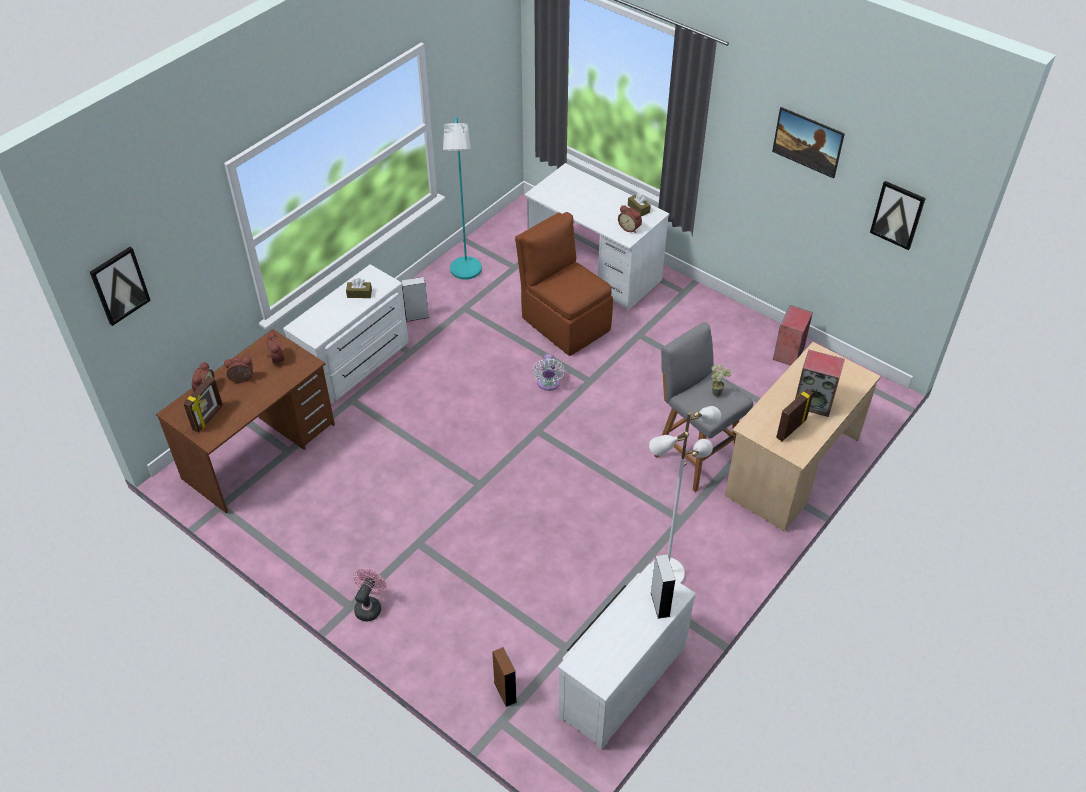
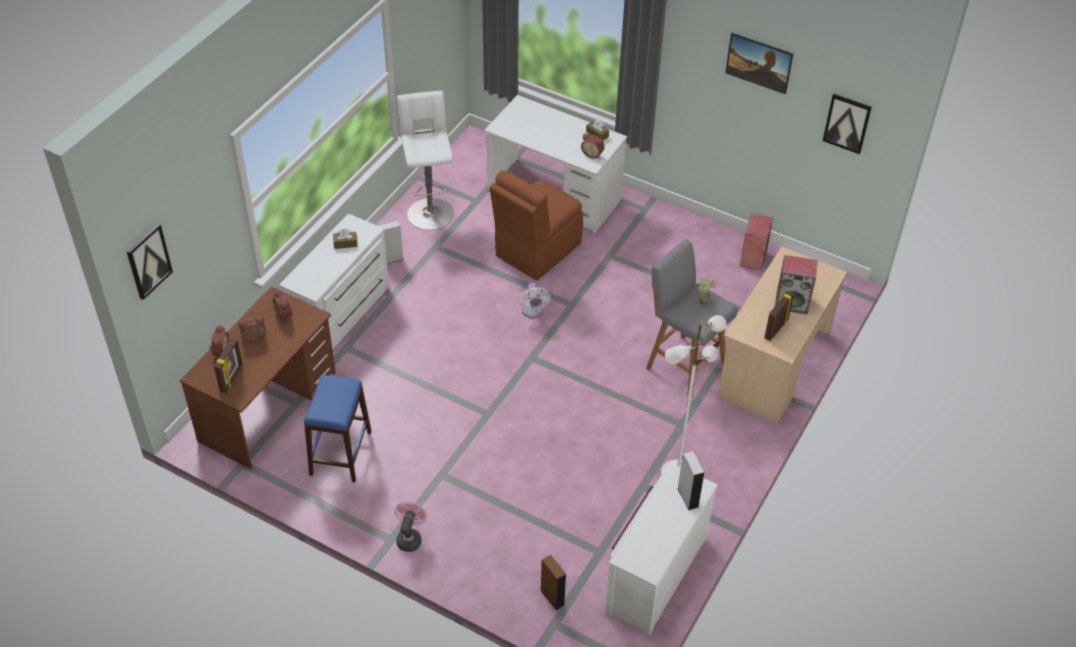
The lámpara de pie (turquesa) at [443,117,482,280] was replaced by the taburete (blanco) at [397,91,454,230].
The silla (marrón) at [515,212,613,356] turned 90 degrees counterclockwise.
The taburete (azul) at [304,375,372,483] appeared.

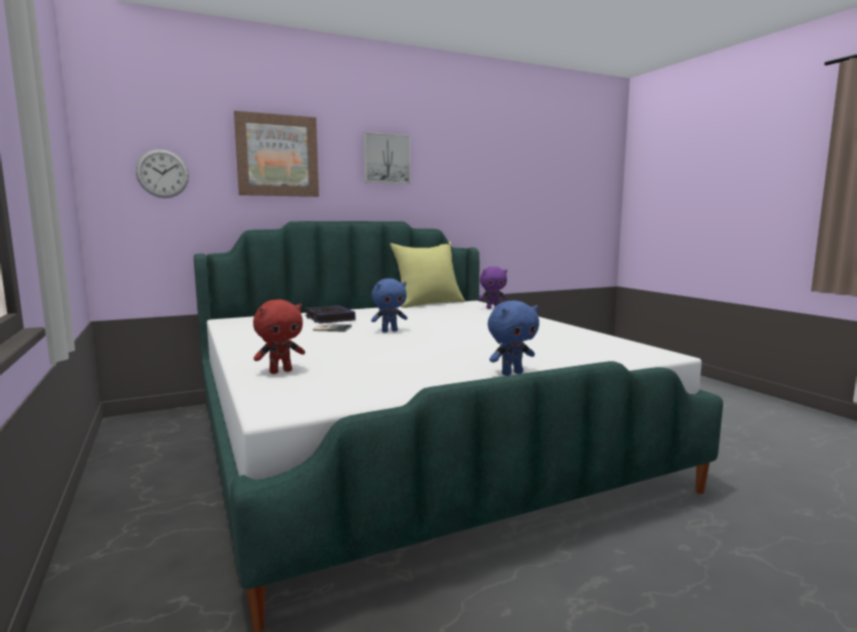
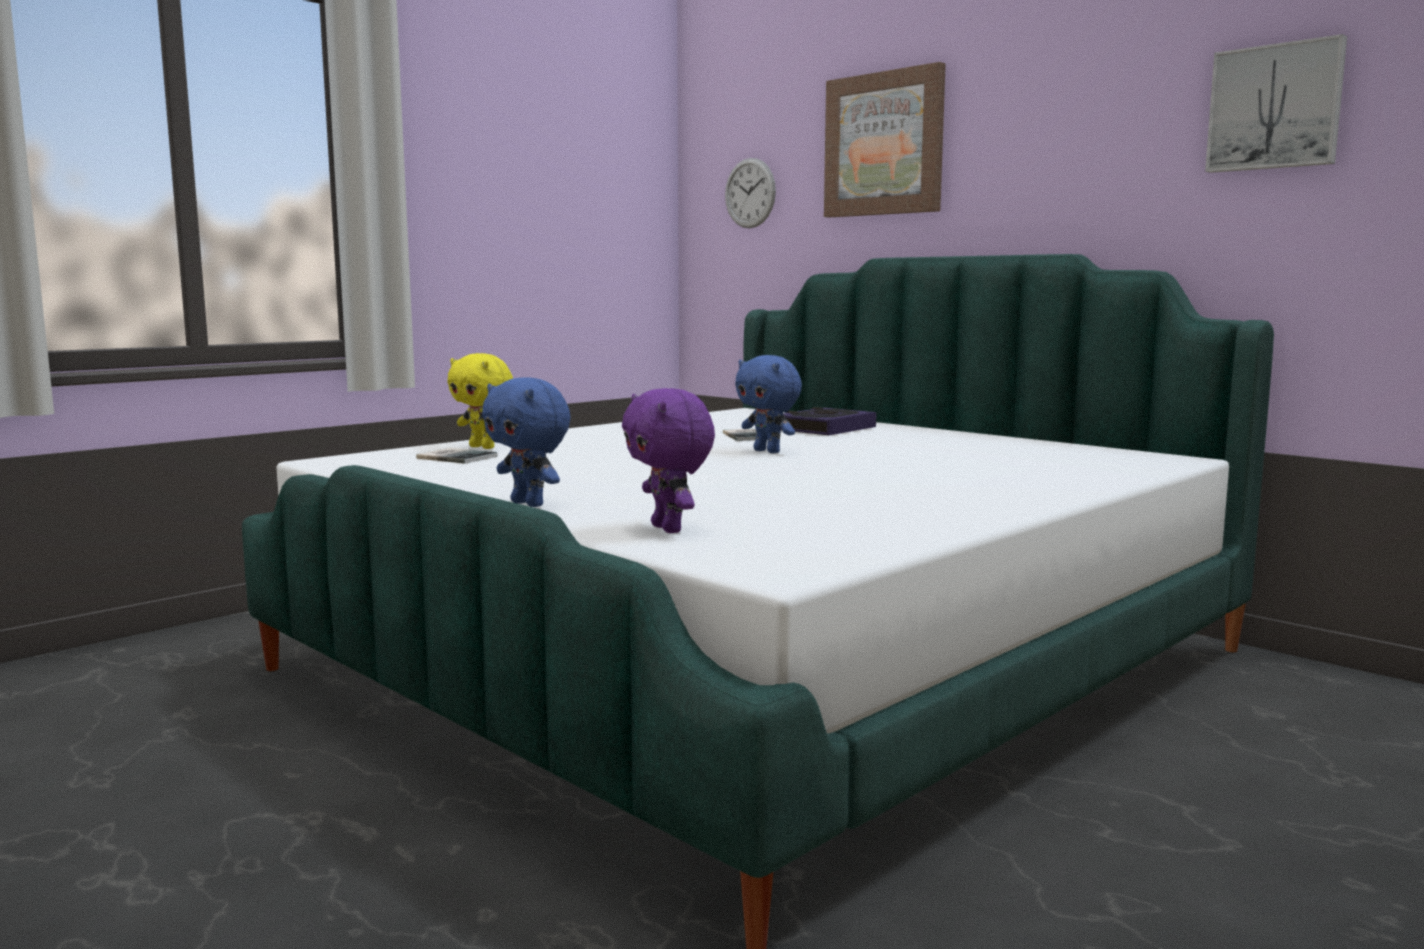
The cuadro moved from [363,132,411,184] to [1205,34,1347,173].
The cojín (amarillo) at [390,242,465,308] disappeared.
The peluche (morado) moved from [478,266,508,309] to [622,388,715,533].
The peluche (rojo) at [253,300,305,374] became the peluche (amarillo) at [447,353,513,449].
The libro at [416,448,498,464] appeared.

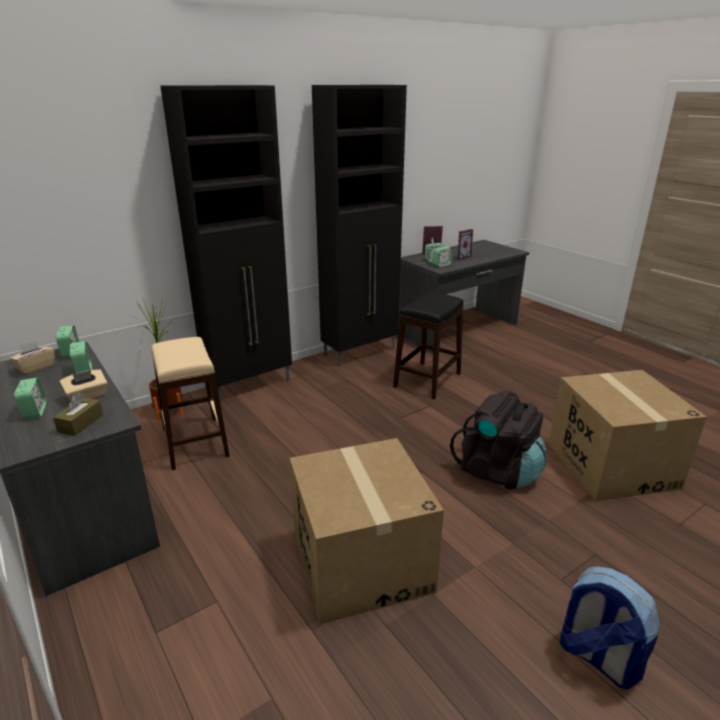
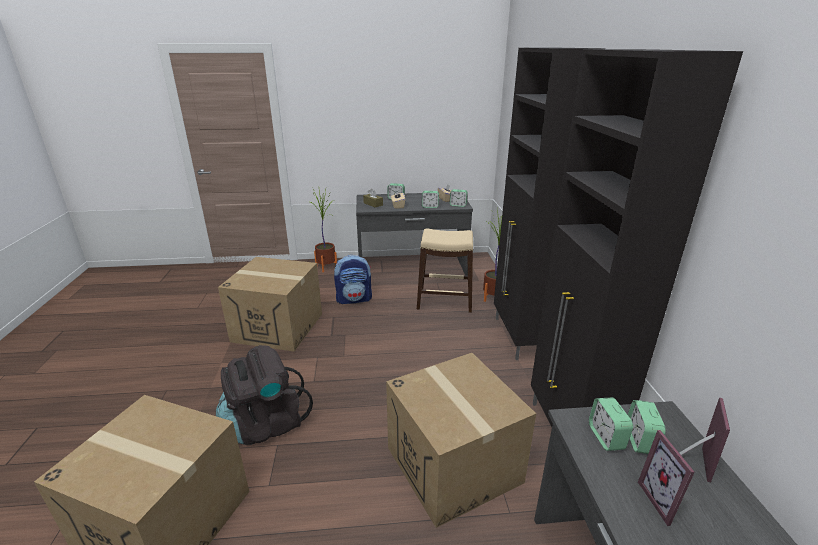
The taburete (negro) at [393,292,464,400] was replaced by the caja de cartón at [386,353,536,528].
The mochila moved from [560,566,660,689] to [334,255,372,304].
The planta en maceta at [308,189,337,272] appeared.

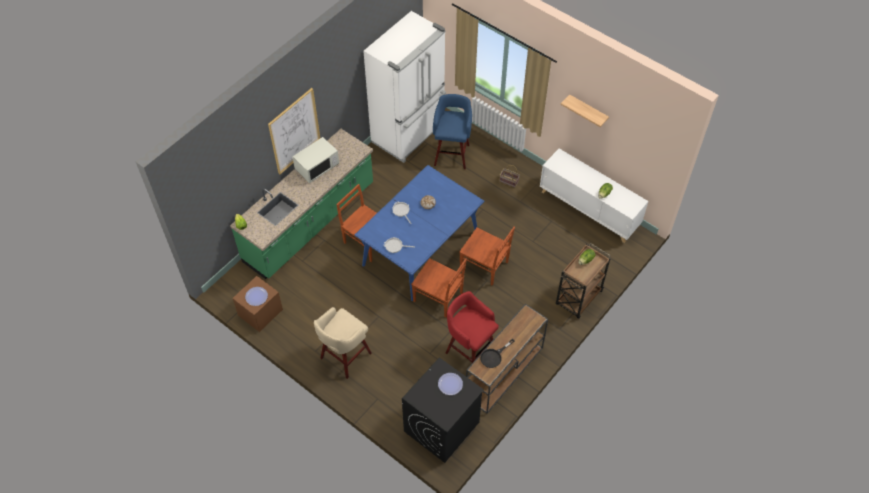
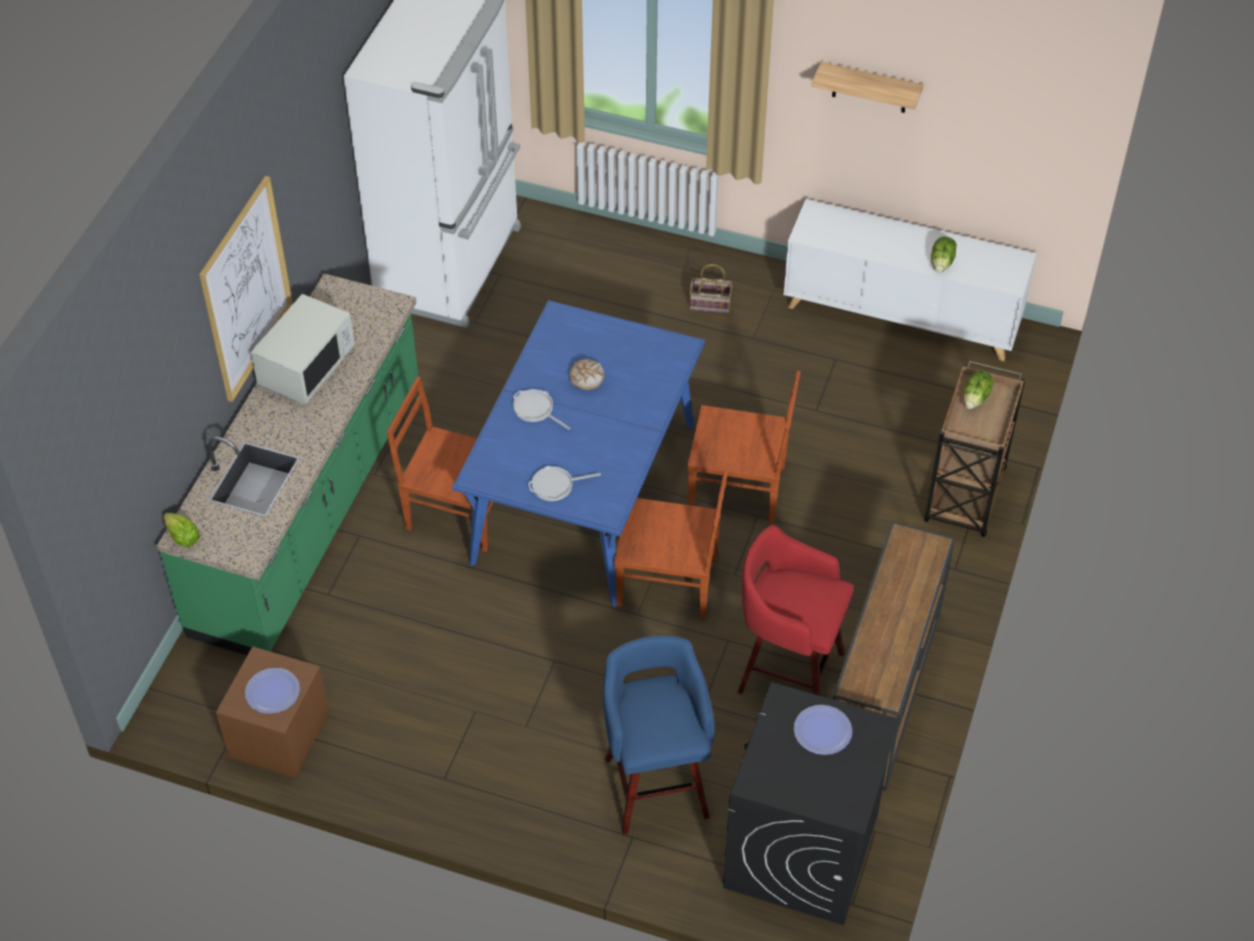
The taburete (azul) moved from [433,94,472,169] to [603,636,715,834].
The taburete (beis) at [314,307,372,379] disappeared.
The sartén (negro) at [480,339,514,368] disappeared.

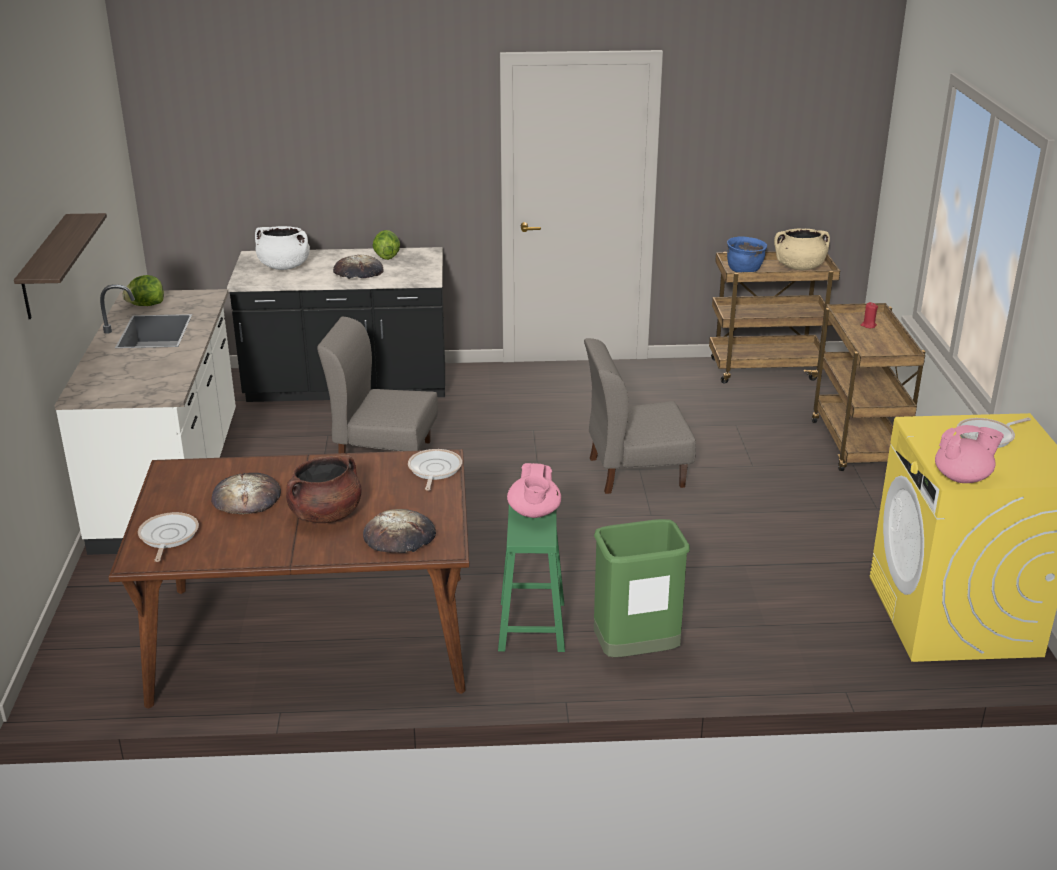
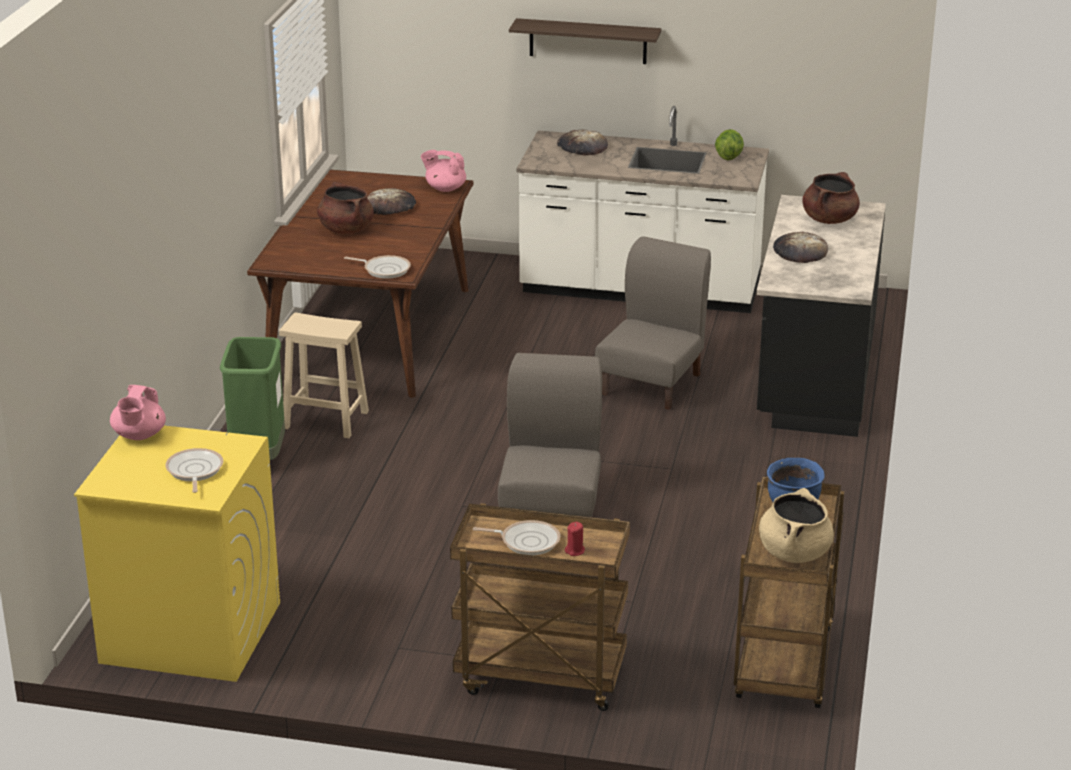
The olla (blanco) at [255,226,310,270] became the olla (marrón) at [802,172,860,224].
The lechuga at [373,230,400,260] disappeared.
The tetera (rosa) moved from [507,463,561,518] to [421,150,466,192].
The taburete (verde) at [498,505,565,652] became the taburete (beis) at [279,313,369,438].
The pan moved from [363,509,436,553] to [557,129,608,156].
The sartén moved from [138,512,199,562] to [473,520,560,555].

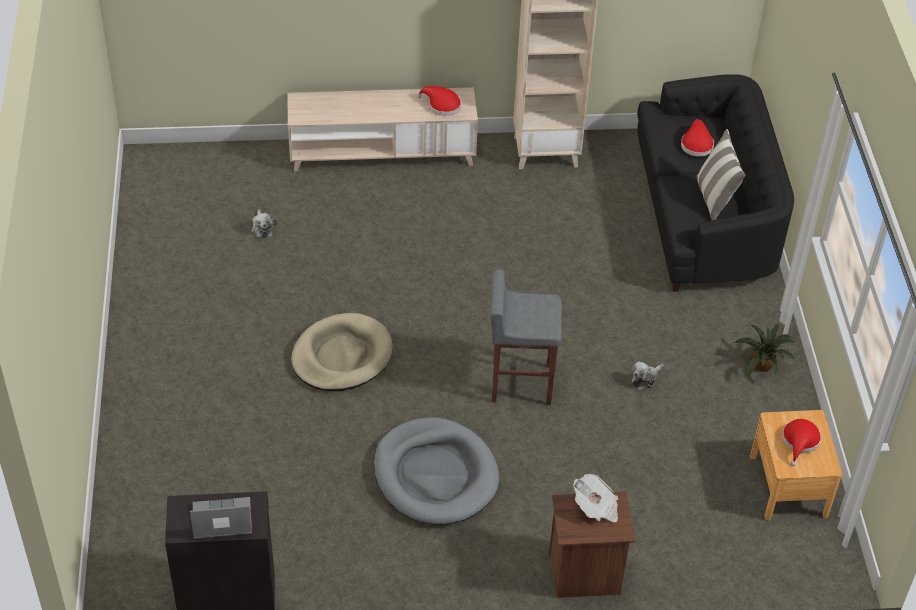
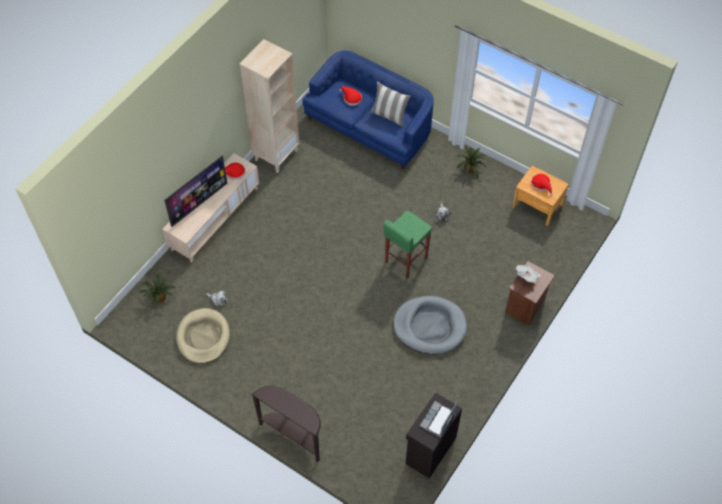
The sofá (negro) at [637,74,794,292] became the sofá (azul) at [302,51,434,169].
The taburete (gris) at [490,269,562,405] became the taburete (verde) at [383,210,432,278].
The cama para perro (beis) moved from [291,313,393,391] to [176,308,230,364].
The televisor at [164,155,228,227] appeared.
The planta en maceta at [140,275,176,309] appeared.
The mesa consola (marrón) at [252,386,321,462] appeared.

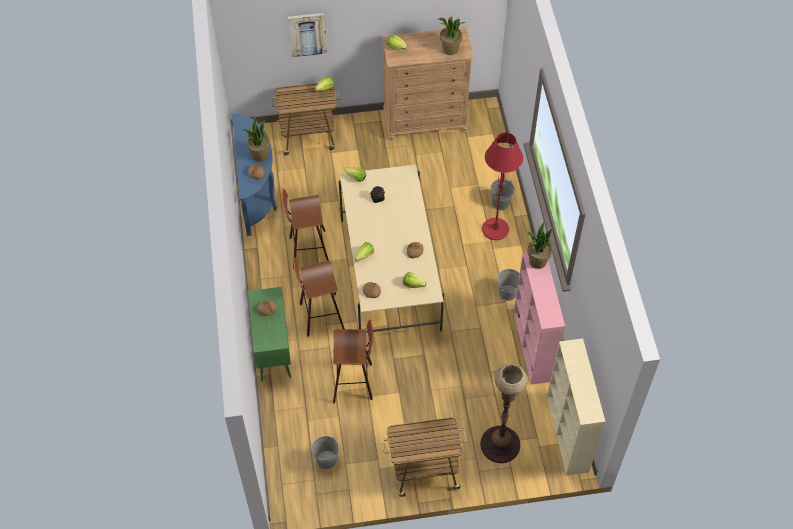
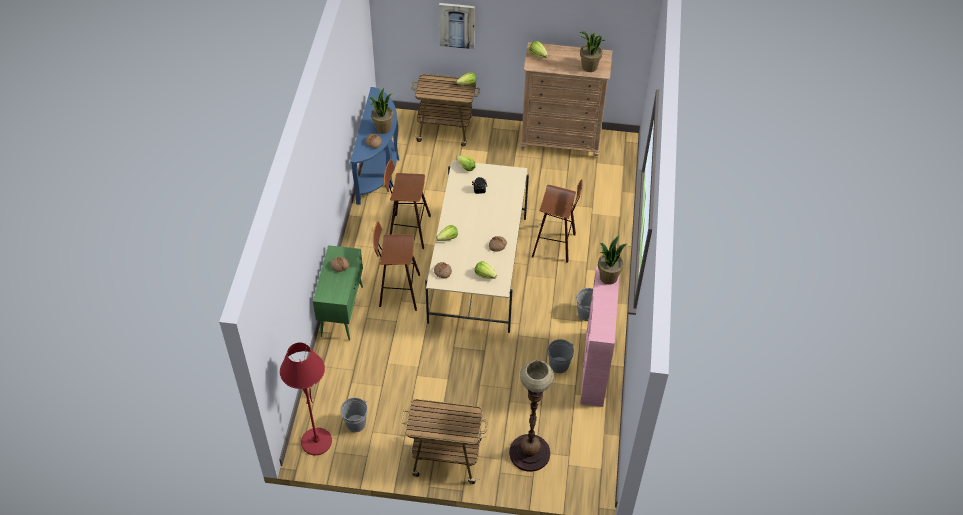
The lámpara de pie (rojo) moved from [482,132,523,240] to [280,342,332,455].
The cubo (gris) moved from [491,179,514,210] to [547,339,574,373].
The taburete moved from [333,319,373,404] to [532,179,583,263].
The estantería (beis) at [547,338,605,475] disappeared.

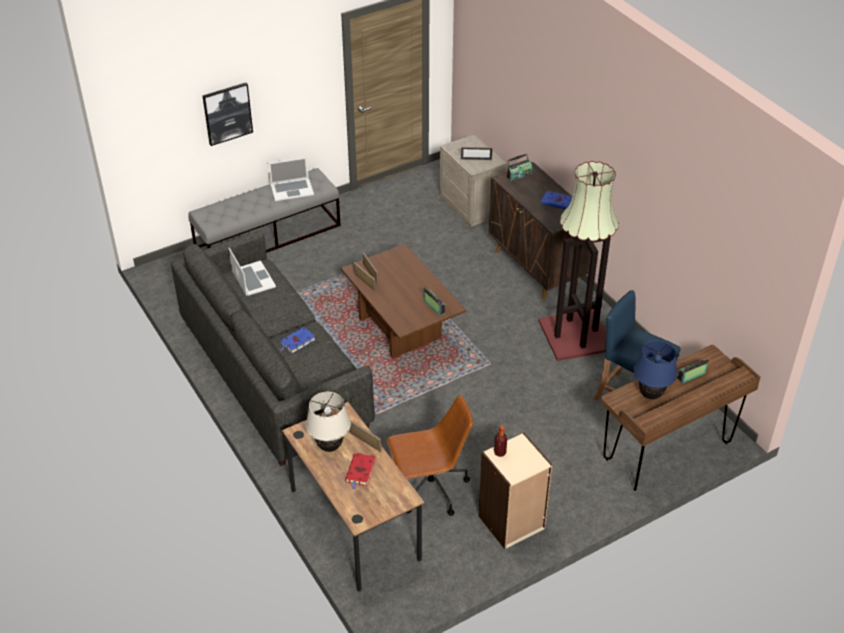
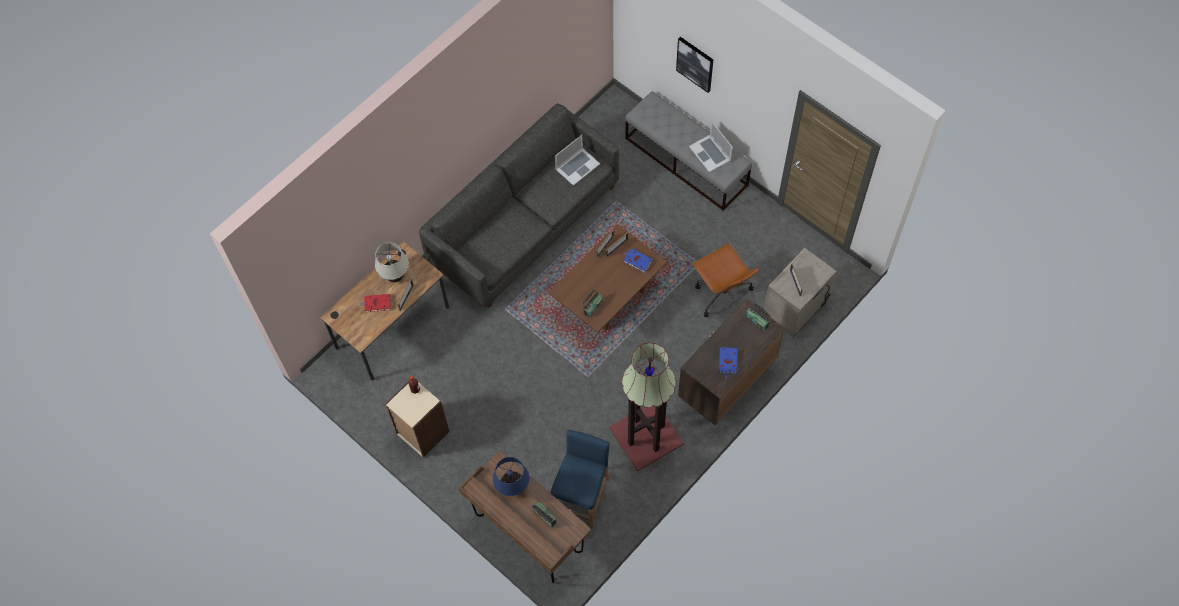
The libro (azul) moved from [280,327,315,353] to [624,248,653,273].
The silla de oficina (marrón) moved from [387,395,473,516] to [692,244,759,317].

